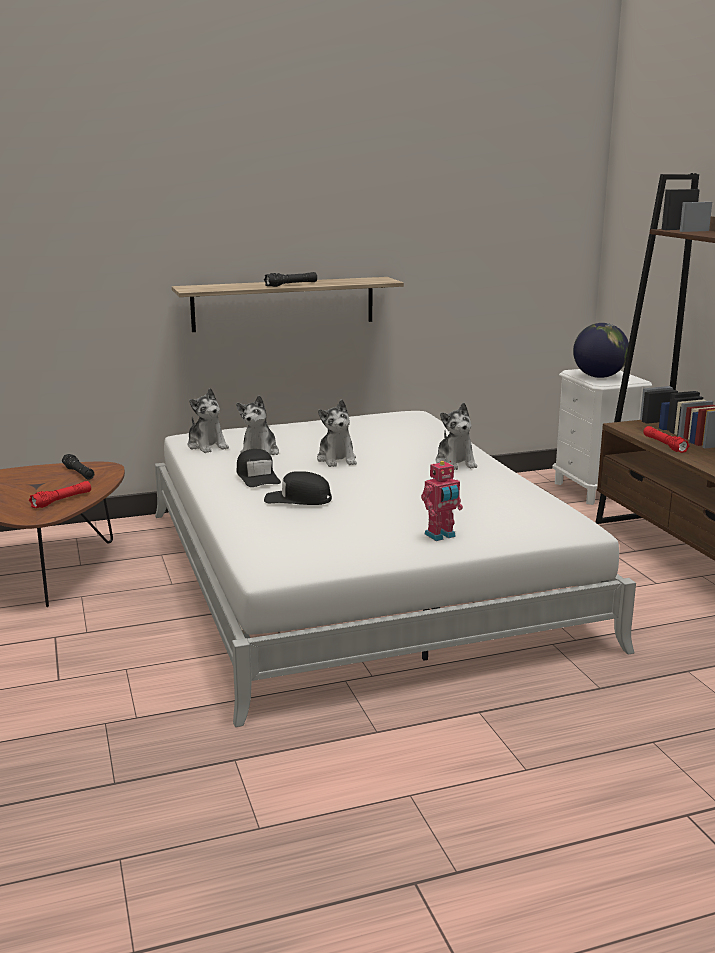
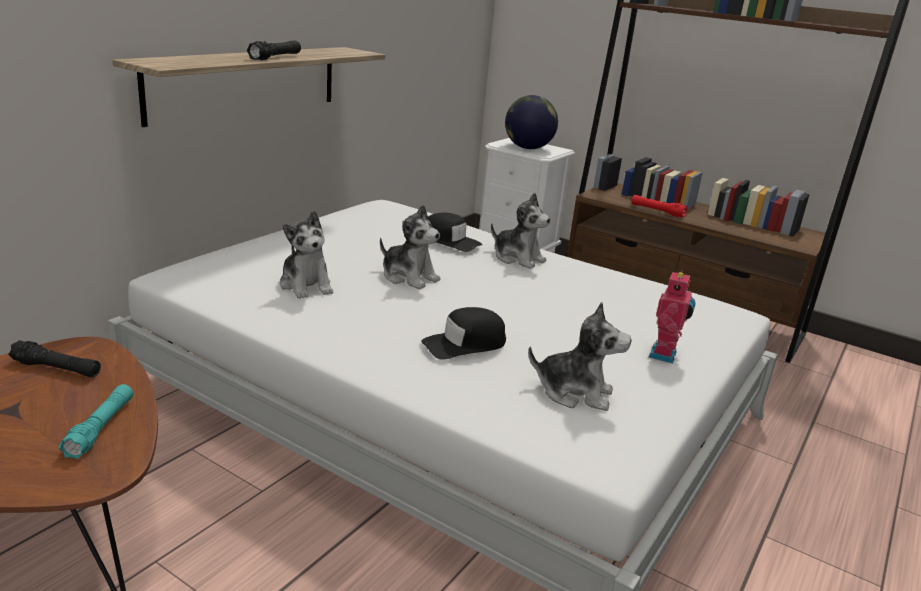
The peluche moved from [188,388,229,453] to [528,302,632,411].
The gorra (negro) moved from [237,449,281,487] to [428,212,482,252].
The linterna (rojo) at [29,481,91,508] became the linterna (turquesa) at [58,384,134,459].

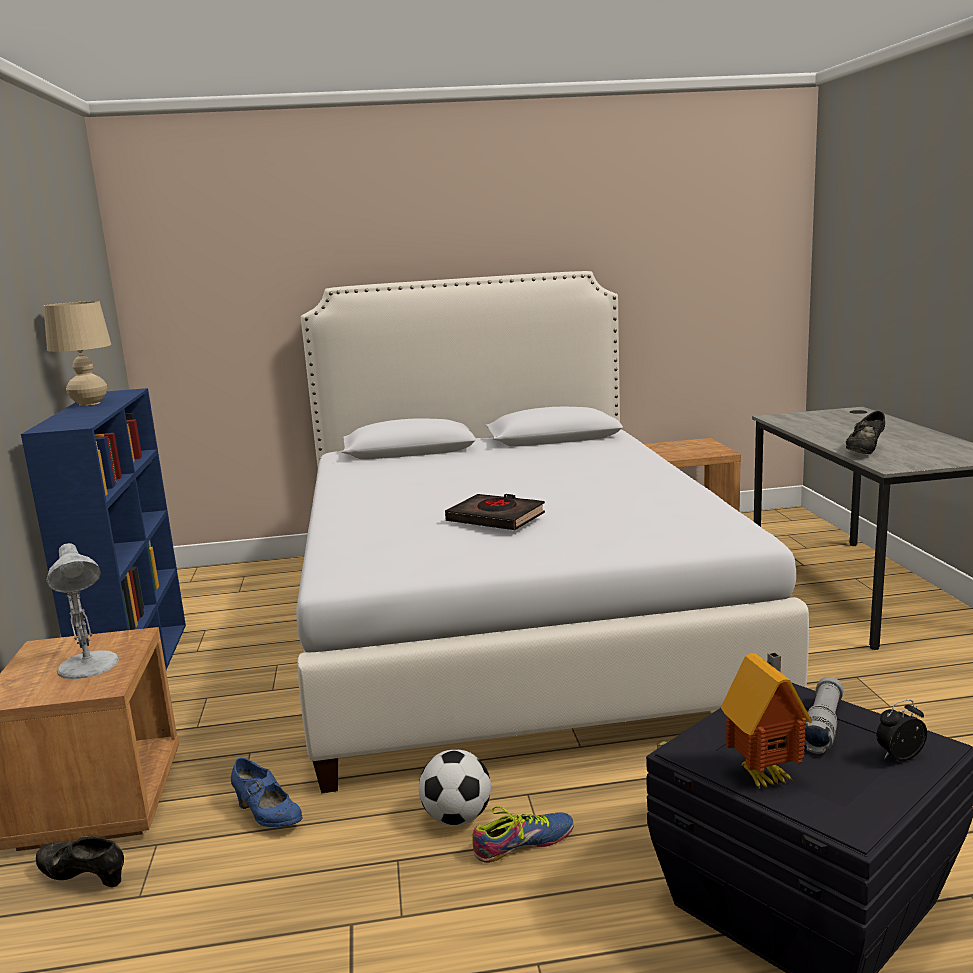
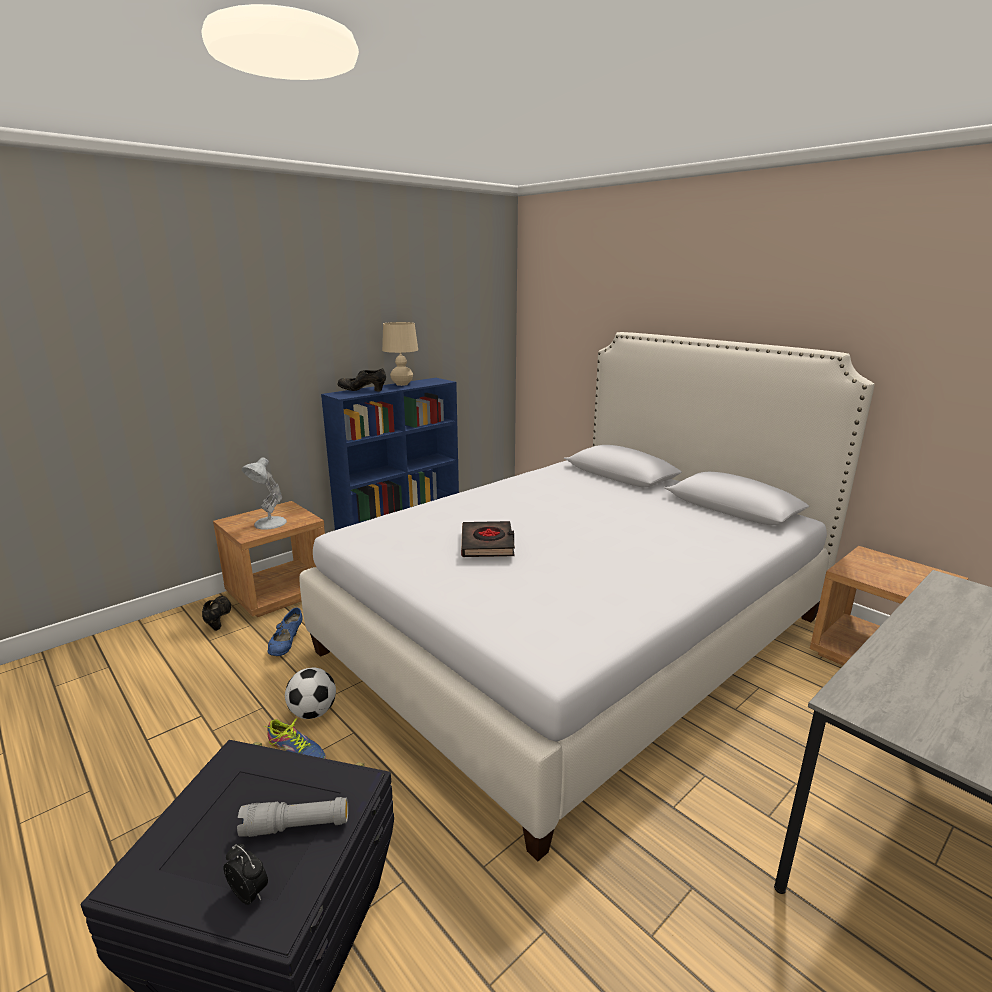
The zapato (negro) moved from [846,411,885,454] to [337,368,386,391].
The casita at [721,652,812,788] disappeared.

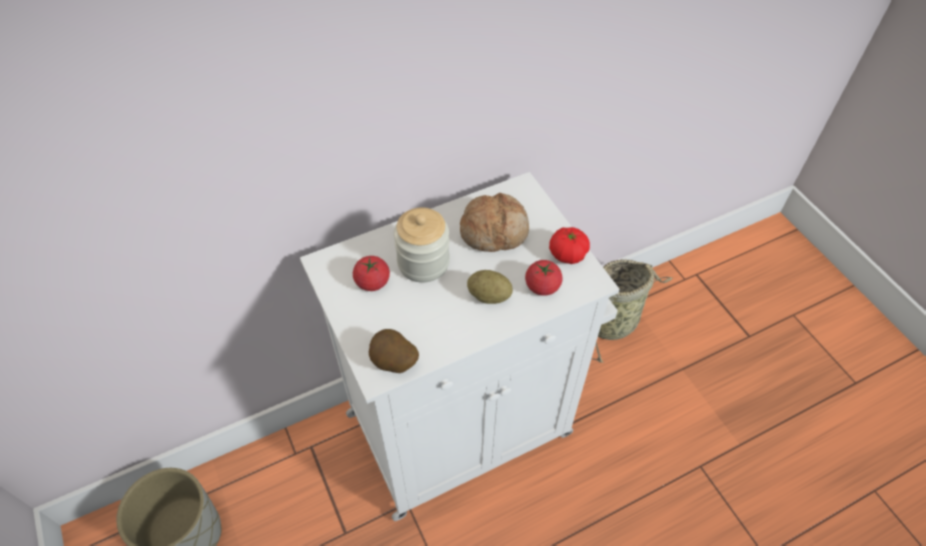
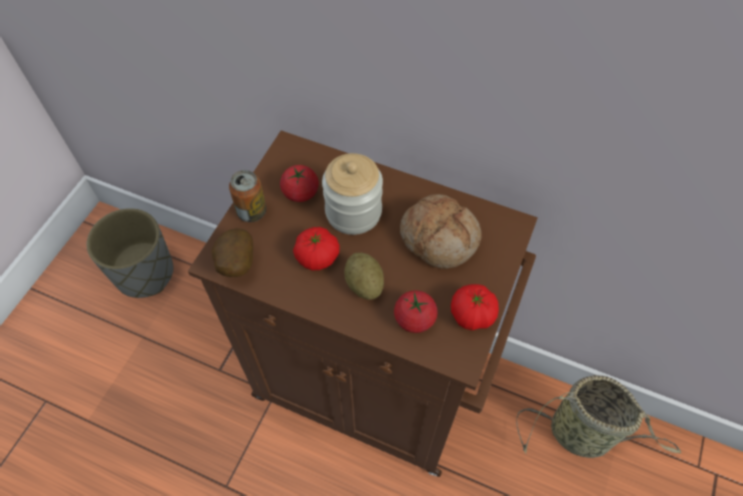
The armario (blanco) at [300,172,619,521] became the armario (marrón) at [188,130,538,477].
The lata at [229,170,266,222] appeared.
The tomate at [293,227,340,270] appeared.

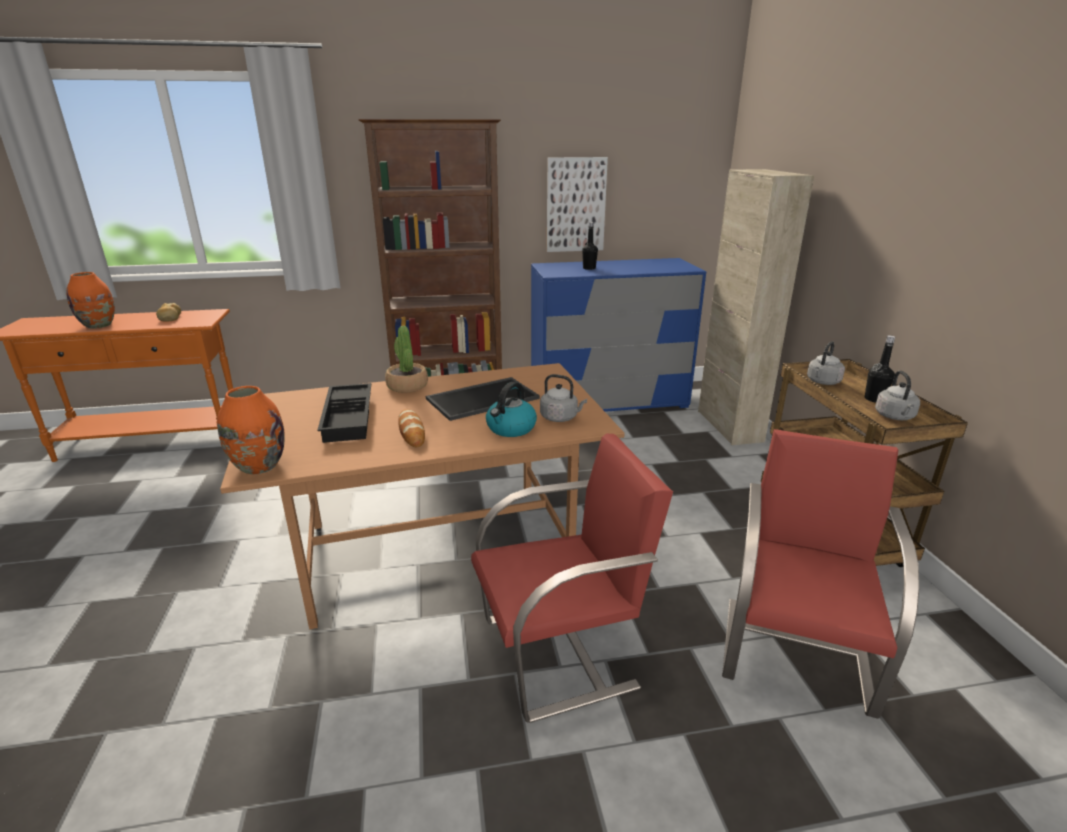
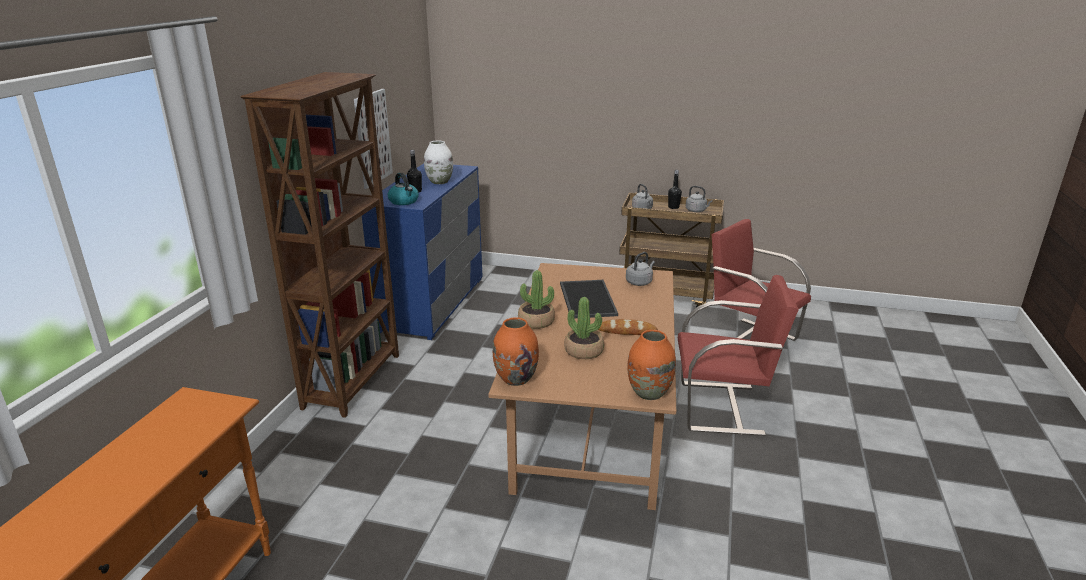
The armario (beis) at [698,169,814,445] disappeared.
The florero (naranja) moved from [66,272,115,329] to [493,317,539,386].
The pan at [156,303,181,322] disappeared.
The hervidor moved from [486,382,537,437] to [388,173,419,205].
The bandeja (negro) at [318,383,371,443] was replaced by the planta en maceta at [564,297,604,359].
The silla (rojo) at [471,433,673,723] turned 90 degrees clockwise.
The florero (blanco) at [424,140,453,184] appeared.

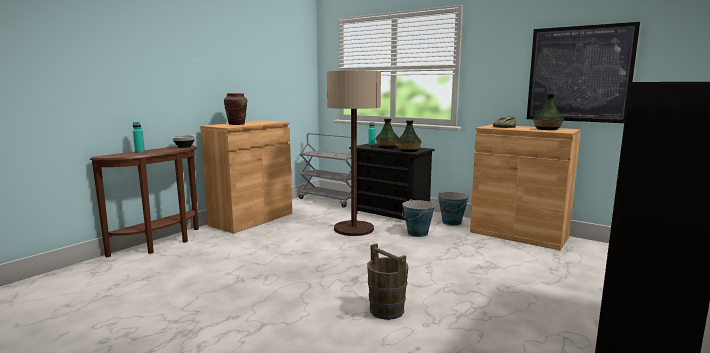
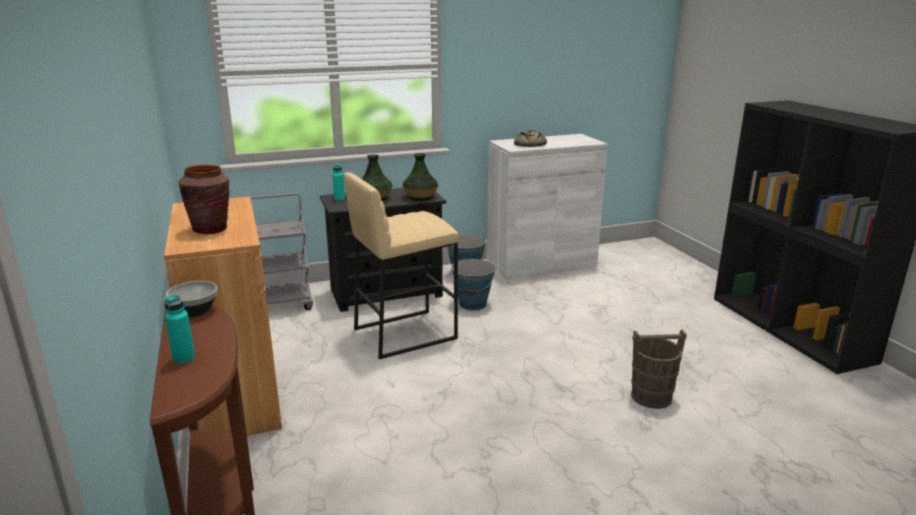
The cuadro at [527,22,640,123] disappeared.
The lámpara de pie at [327,71,381,236] was replaced by the taburete (beis) at [344,172,459,359].
The florero at [533,94,564,130] disappeared.
The armario (marrón) at [470,125,581,250] became the armario (blanco) at [487,134,608,280].

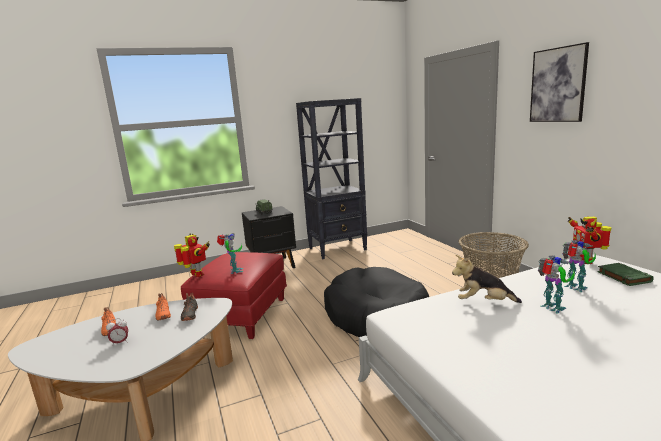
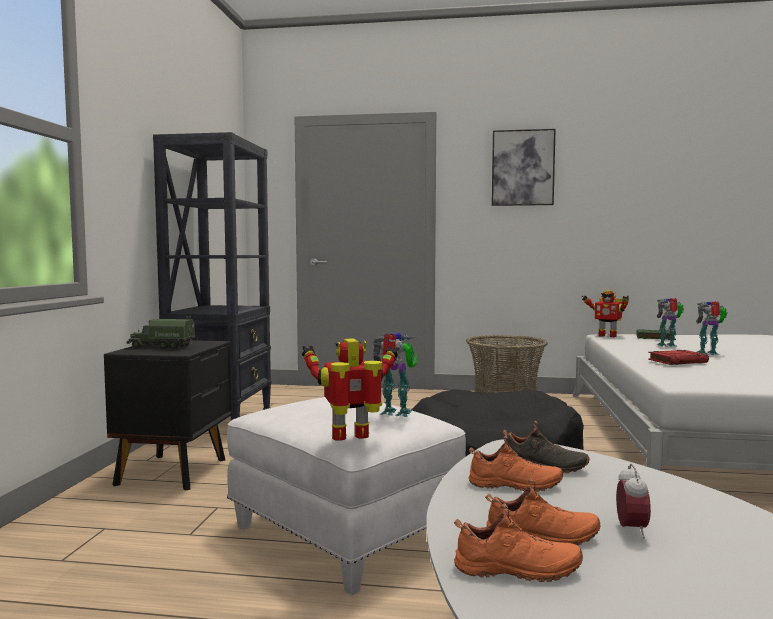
The puf (rojo) at [180,252,287,339] became the puf (blanco) at [227,397,466,595].
The peluche at [452,255,522,303] was replaced by the libro (rojo) at [648,350,709,365].
The zapato (naranja) at [454,504,583,582] appeared.

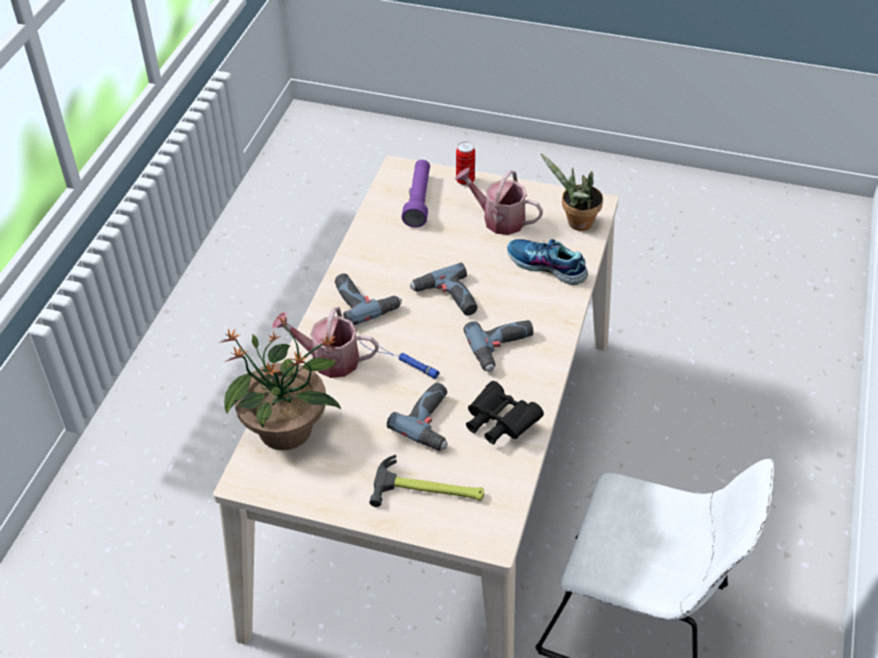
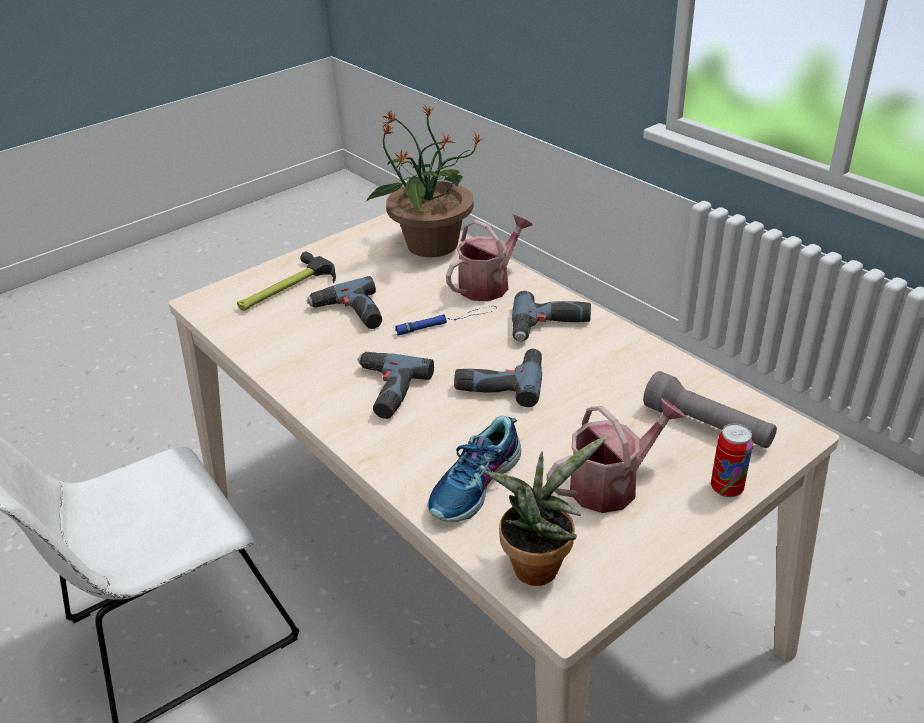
The linterna (morado) at [402,160,430,227] became the linterna (gris) at [643,371,777,448].
The zapato at [507,239,588,285] turned 150 degrees clockwise.
The prismáticos (negro) at [466,381,544,444] disappeared.

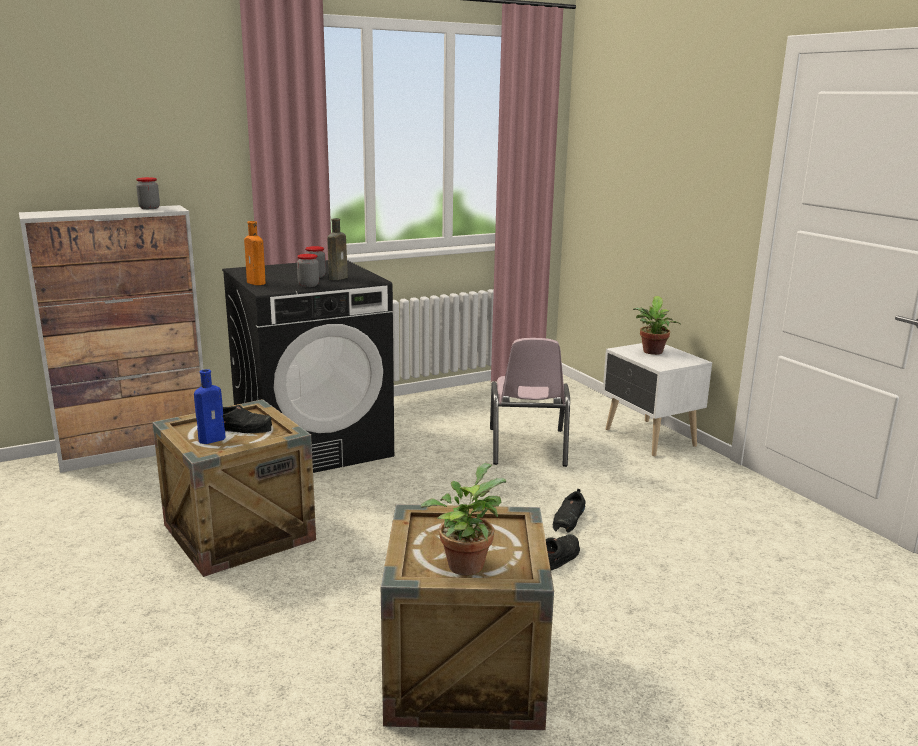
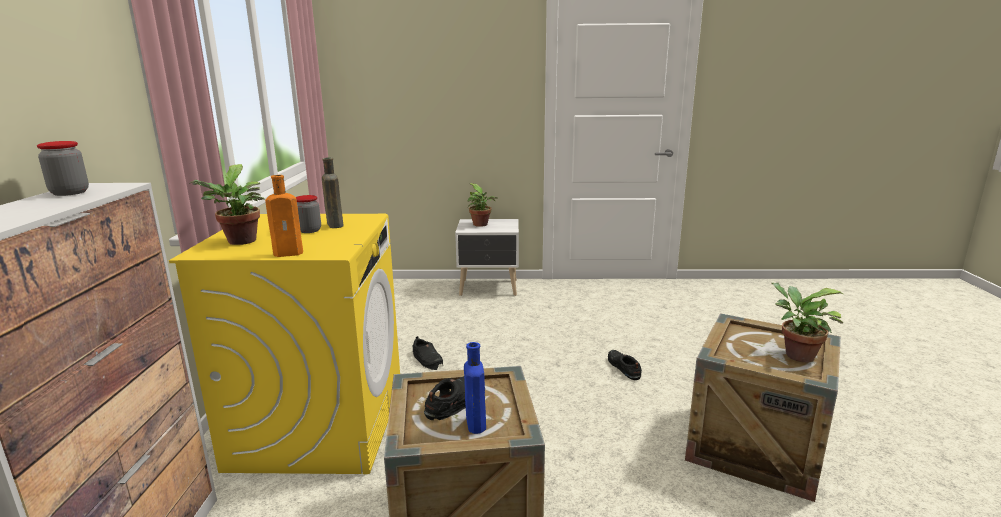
The tarro at [297,254,319,287] disappeared.
The lavadora (negro) at [222,260,394,473] became the lavadora (amarillo) at [169,214,400,474].
The silla (rosa) at [490,338,570,467] disappeared.
The zapato (negro) moved from [553,489,586,532] to [412,336,443,370].
The planta en maceta at [189,164,264,245] appeared.

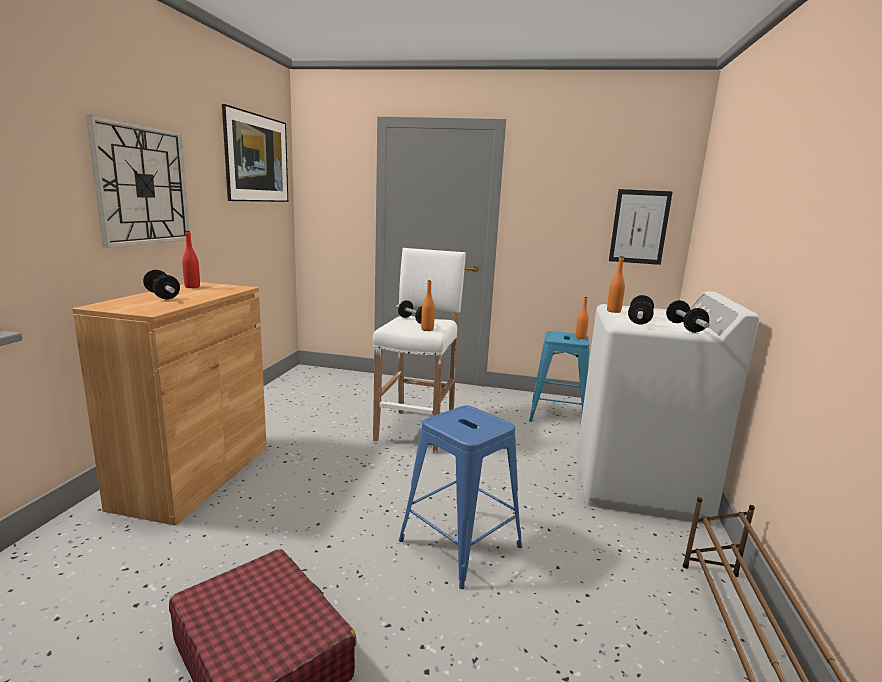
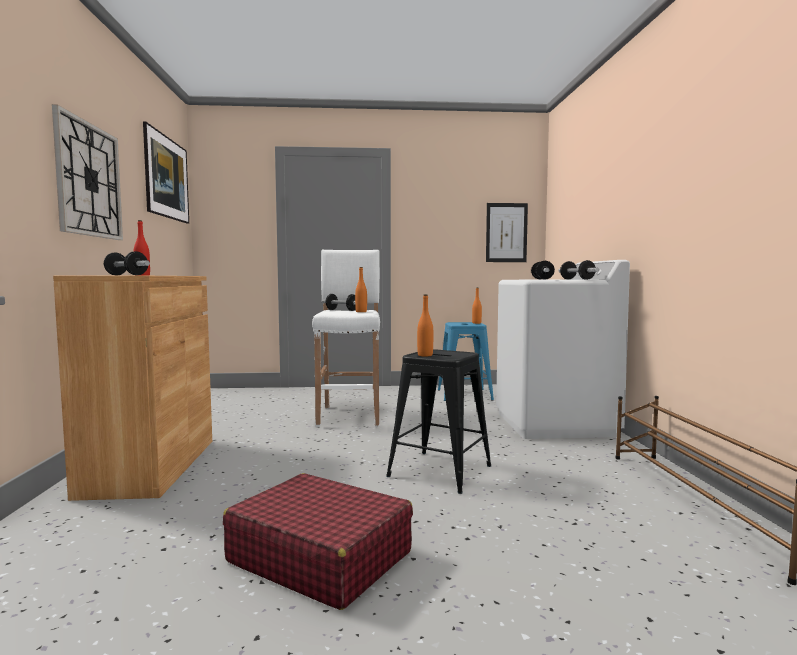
The botella (naranja) moved from [607,256,625,313] to [417,294,433,356].
The taburete (azul) at [399,405,522,589] became the taburete (negro) at [386,349,491,494].

